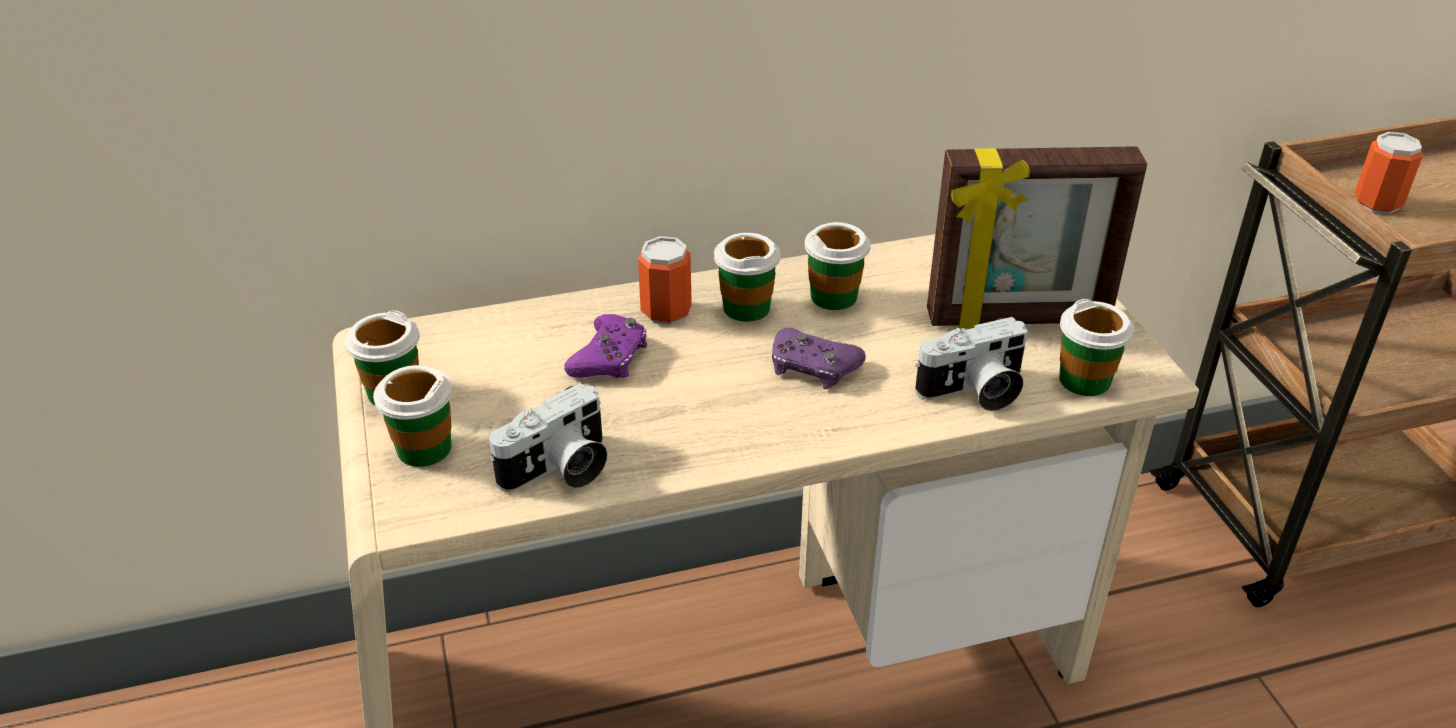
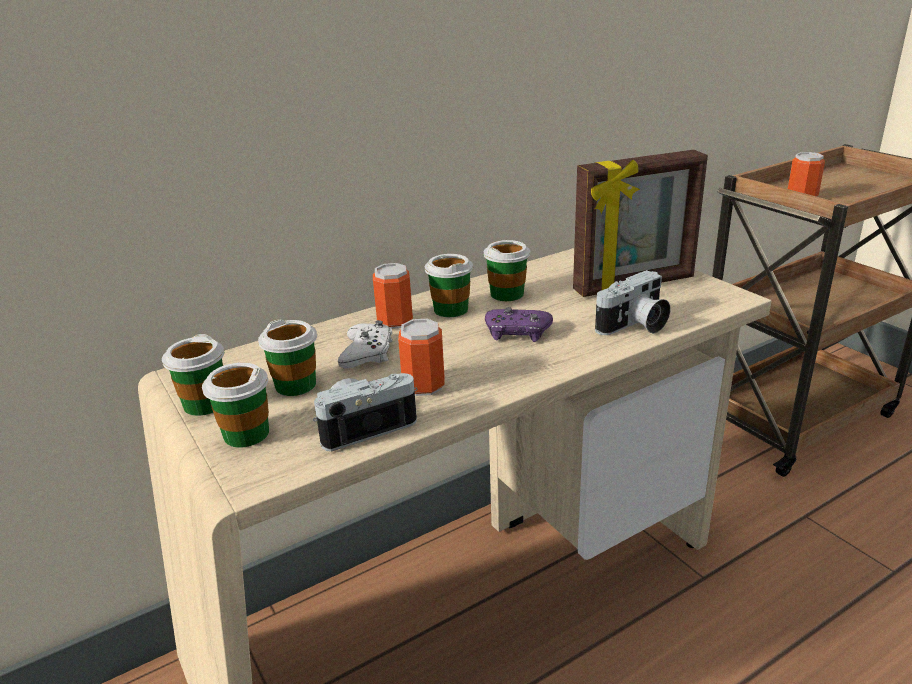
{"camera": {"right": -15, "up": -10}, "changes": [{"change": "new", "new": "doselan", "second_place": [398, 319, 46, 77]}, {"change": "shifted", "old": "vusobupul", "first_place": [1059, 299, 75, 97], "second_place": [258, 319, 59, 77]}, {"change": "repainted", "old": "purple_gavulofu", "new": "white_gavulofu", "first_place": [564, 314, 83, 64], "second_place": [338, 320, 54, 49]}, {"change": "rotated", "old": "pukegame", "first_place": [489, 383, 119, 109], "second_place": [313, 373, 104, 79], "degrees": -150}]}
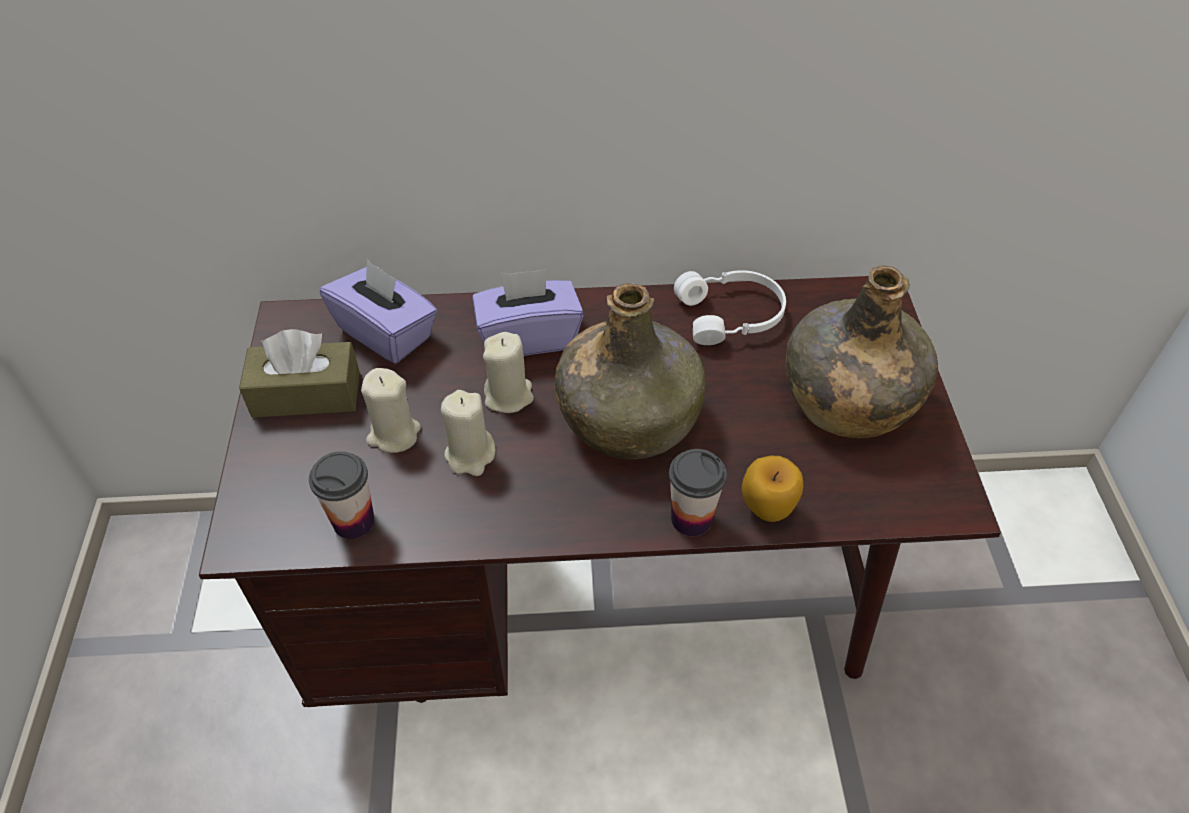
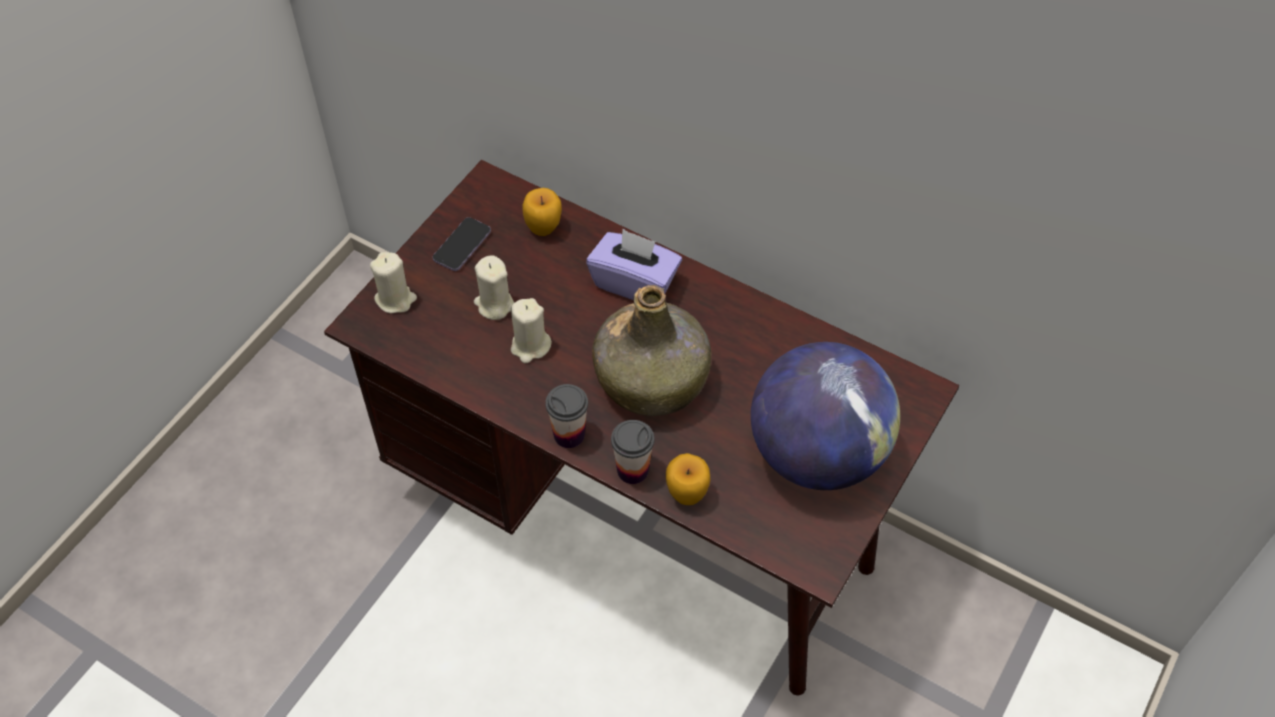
{"camera": {"right": 35, "up": 5}, "changes": [{"change": "gone", "old": "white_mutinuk", "first_place": [674, 270, 112, 75]}, {"change": "shifted", "old": "vusobupul", "first_place": [309, 451, 65, 88], "second_place": [546, 384, 42, 64]}, {"change": "shifted", "old": "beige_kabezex", "first_place": [483, 332, 51, 81], "second_place": [370, 252, 47, 61]}, {"change": "swapped", "old": "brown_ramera", "new": "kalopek", "first_place": [239, 329, 121, 89], "second_place": [433, 217, 58, 54]}, {"change": "swapped", "old": "purple_ramera", "new": "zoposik", "first_place": [320, 259, 117, 105], "second_place": [522, 188, 40, 48]}, {"change": "swapped", "old": "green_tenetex", "new": "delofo", "first_place": [786, 265, 152, 173], "second_place": [751, 342, 149, 148]}]}
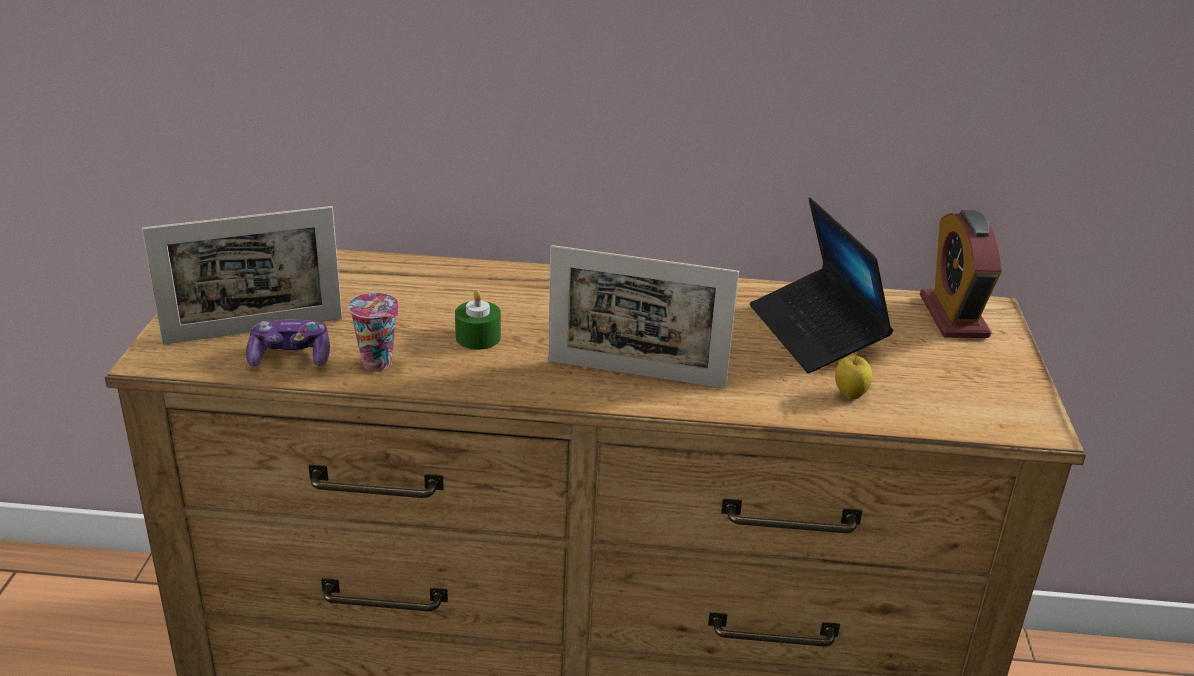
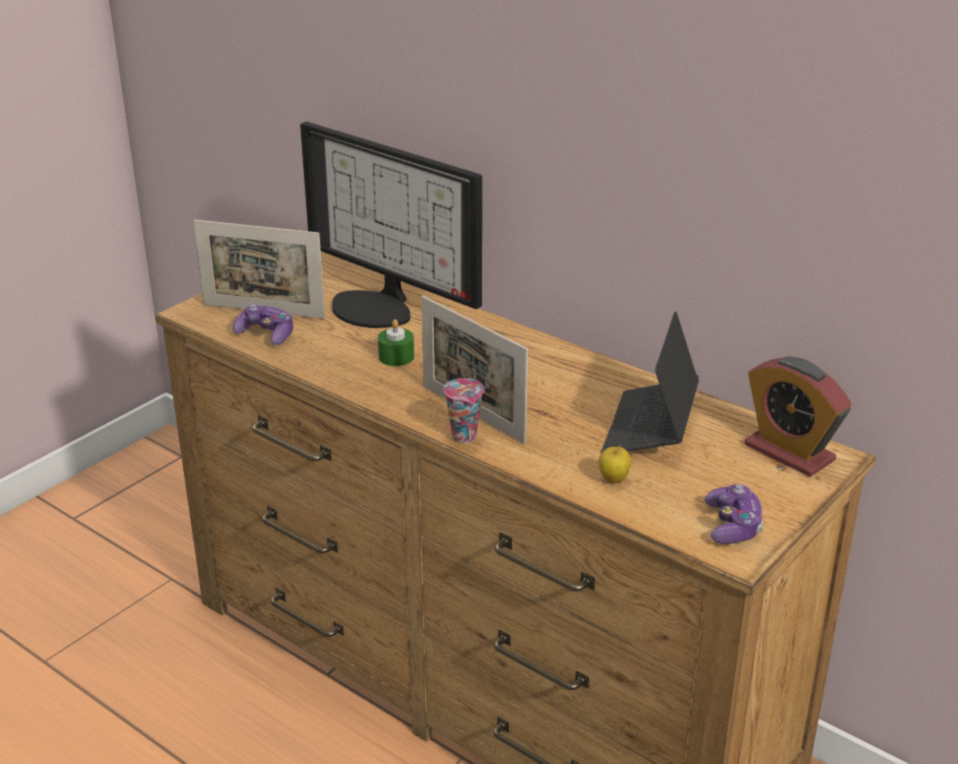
{"camera": {"right": 35, "up": 0}, "changes": [{"change": "new", "new": "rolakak", "second_place": [300, 121, 182, 207]}, {"change": "new", "new": "gavulofu", "second_place": [705, 484, 59, 60]}, {"change": "shifted", "old": "vusobupul", "first_place": [348, 293, 51, 78], "second_place": [444, 378, 40, 65]}, {"change": "rotated", "old": "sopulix", "first_place": [920, 210, 82, 128], "second_place": [744, 356, 108, 121], "degrees": -75}]}
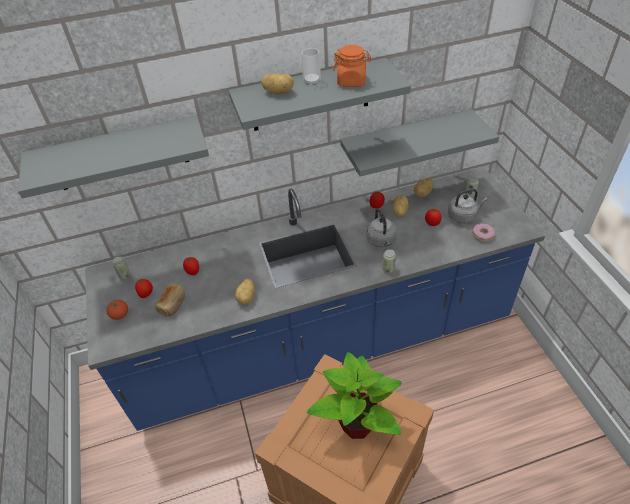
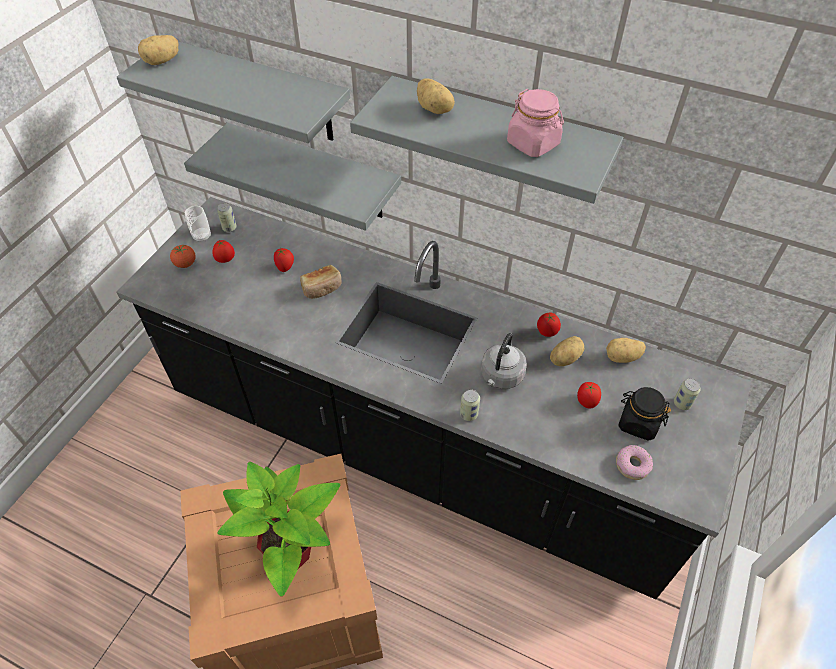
{"camera": {"right": 40, "up": 5}, "changes": [{"change": "shifted", "old": "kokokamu", "first_place": [155, 284, 30, 33], "second_place": [300, 265, 42, 34]}, {"change": "shifted", "old": "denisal", "first_place": [235, 278, 20, 27], "second_place": [138, 35, 41, 30]}, {"change": "shifted", "old": "vusobupul", "first_place": [301, 48, 20, 37], "second_place": [185, 206, 26, 36]}, {"change": "shifted", "old": "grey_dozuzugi", "first_place": [341, 109, 158, 67], "second_place": [184, 123, 217, 108]}, {"change": "swapped", "old": "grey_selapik", "new": "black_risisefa", "first_place": [448, 189, 39, 34], "second_place": [618, 387, 53, 54]}, {"change": "repainted", "old": "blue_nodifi", "new": "black_nodifi", "first_place": [85, 167, 460, 264], "second_place": [116, 197, 635, 402]}, {"change": "repainted", "old": "orange_risisefa", "new": "pink_risisefa", "first_place": [333, 45, 38, 42], "second_place": [507, 89, 57, 68]}]}
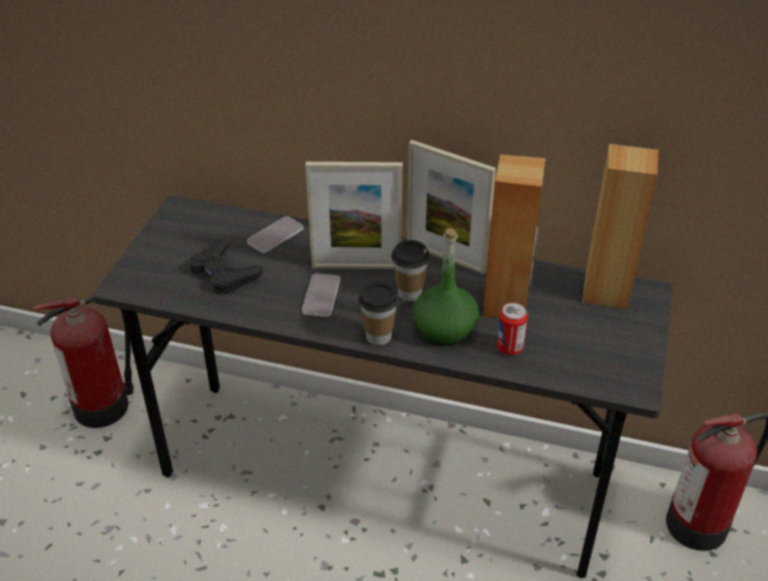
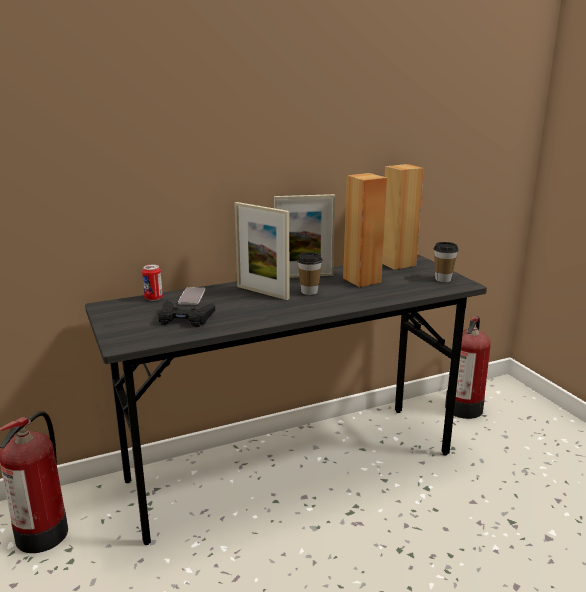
{"camera": {"right": -40, "up": -20}, "changes": [{"change": "gone", "old": "kalopek", "first_place": [302, 273, 38, 44]}, {"change": "gone", "old": "green_tenetex", "first_place": [413, 228, 66, 118]}, {"change": "shifted", "old": "vusobupul", "first_place": [358, 282, 41, 64], "second_place": [434, 242, 25, 40]}, {"change": "shifted", "old": "doselan", "first_place": [497, 303, 31, 52], "second_place": [142, 265, 21, 36]}, {"change": "rotated", "old": "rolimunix", "first_place": [305, 162, 98, 107], "second_place": [235, 202, 54, 98], "degrees": 75}]}
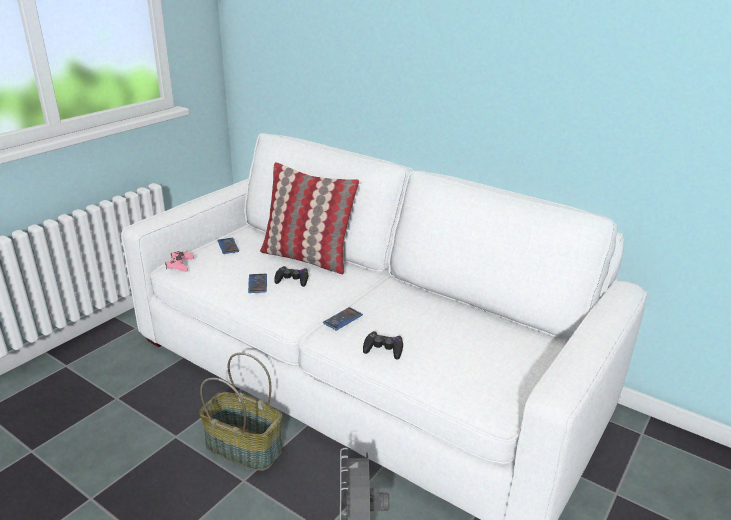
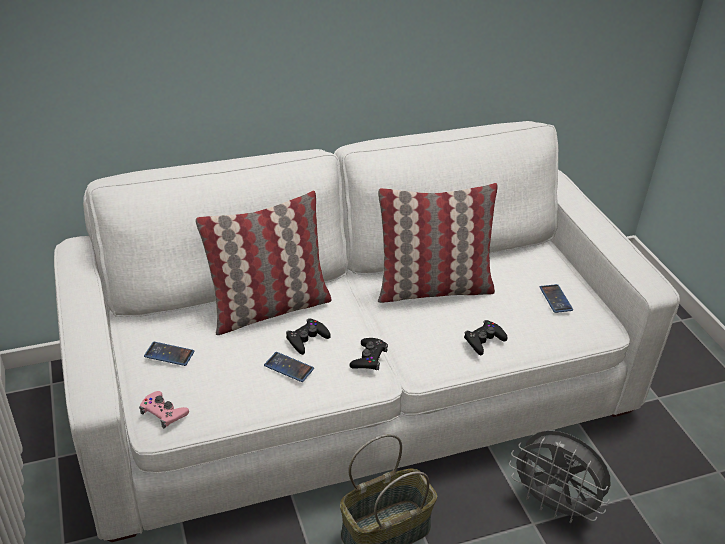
{"camera": {"right": -55, "up": 10}, "changes": [{"change": "new", "new": "black_gavulofu", "second_place": [350, 338, 38, 32]}, {"change": "new", "new": "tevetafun", "second_place": [378, 183, 120, 120]}, {"change": "shifted", "old": "kalopek", "first_place": [323, 307, 40, 23], "second_place": [540, 284, 33, 29]}]}
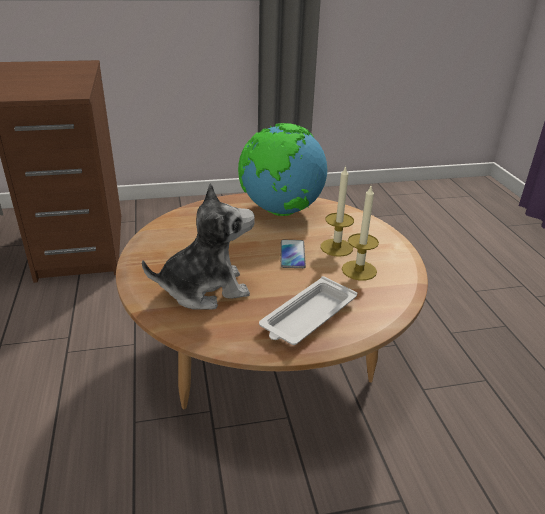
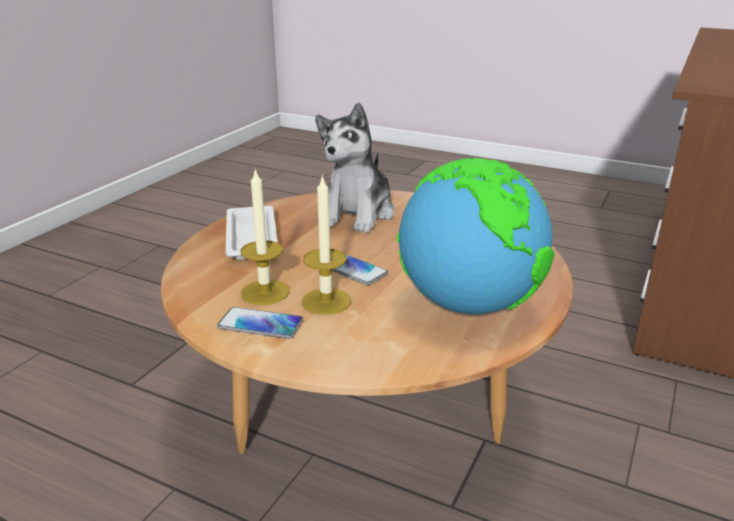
{"camera": {"right": 130, "up": -5}, "changes": [{"change": "new", "new": "kalopek", "second_place": [217, 307, 86, 32]}]}
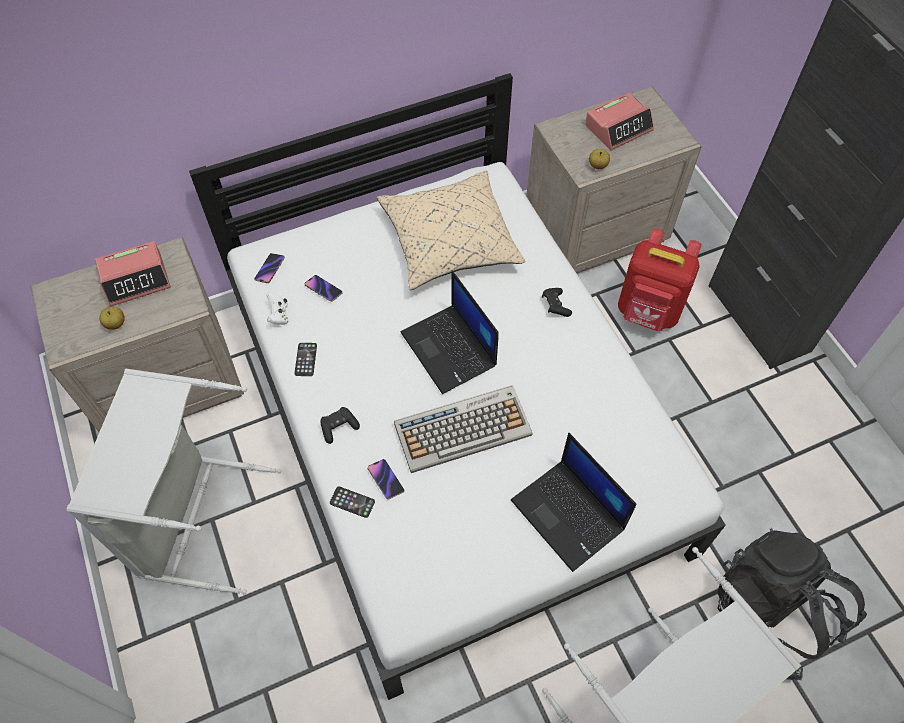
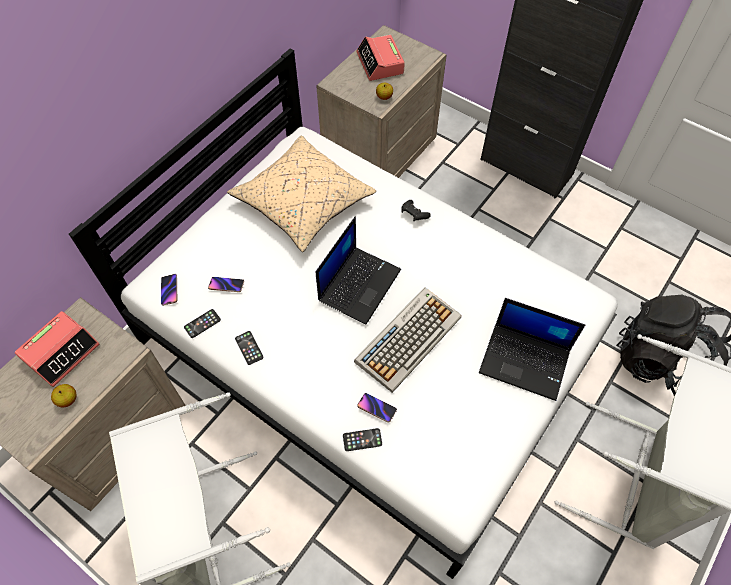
{"camera": {"right": -30, "up": 0}, "changes": [{"change": "gone", "old": "black_gavulofu", "first_place": [320, 407, 40, 37]}, {"change": "gone", "old": "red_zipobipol", "first_place": [618, 228, 84, 103]}, {"change": "swapped", "old": "white_gavulofu", "new": "kalopek", "first_place": [266, 292, 22, 33], "second_place": [184, 309, 37, 29]}, {"change": "rotated", "old": "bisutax", "first_place": [401, 271, 98, 123], "second_place": [316, 217, 85, 107], "degrees": -90}, {"change": "rotated", "old": "sopulix", "first_place": [585, 93, 69, 57], "second_place": [356, 35, 49, 46], "degrees": 135}]}
